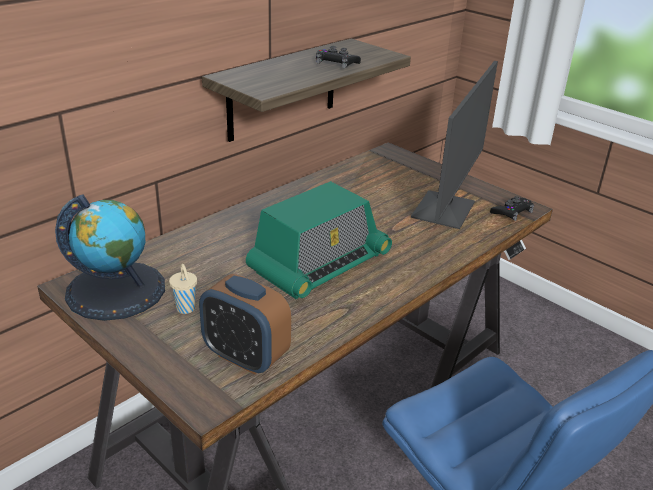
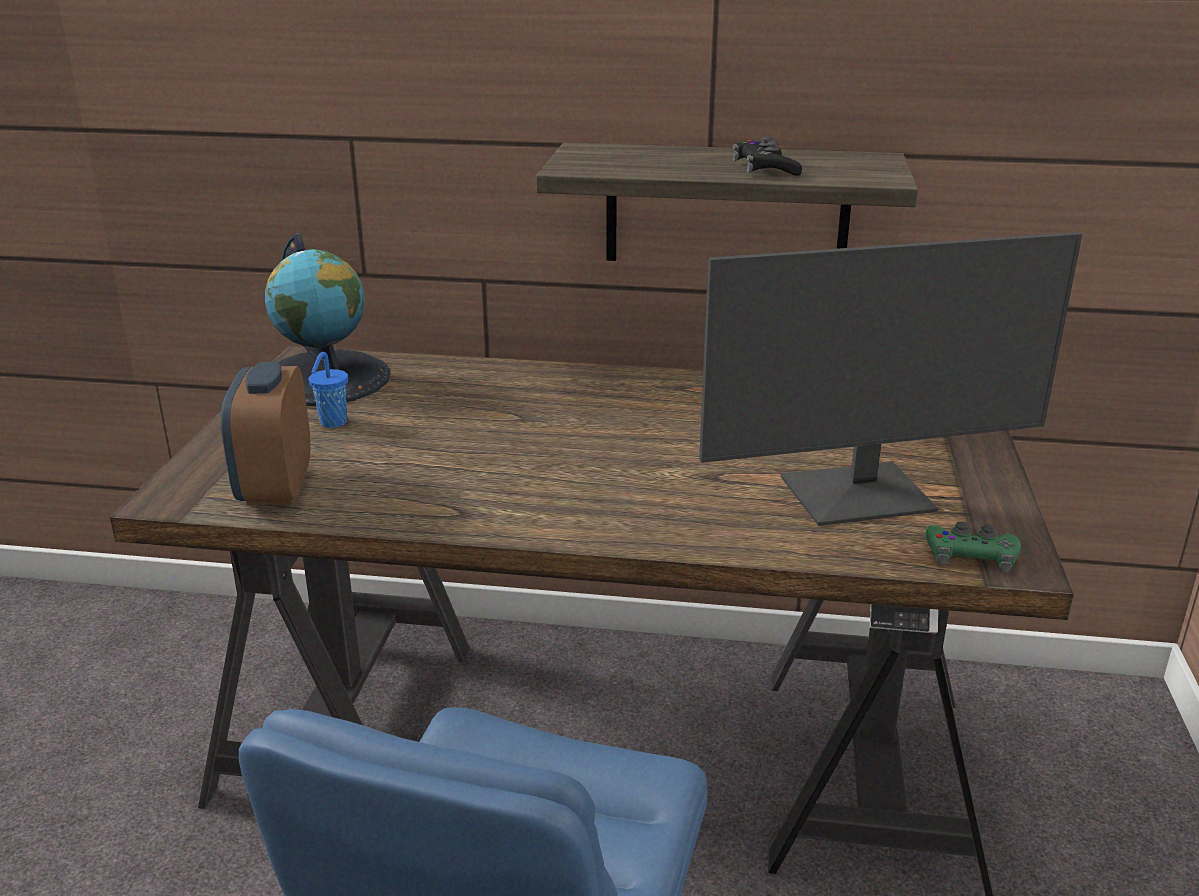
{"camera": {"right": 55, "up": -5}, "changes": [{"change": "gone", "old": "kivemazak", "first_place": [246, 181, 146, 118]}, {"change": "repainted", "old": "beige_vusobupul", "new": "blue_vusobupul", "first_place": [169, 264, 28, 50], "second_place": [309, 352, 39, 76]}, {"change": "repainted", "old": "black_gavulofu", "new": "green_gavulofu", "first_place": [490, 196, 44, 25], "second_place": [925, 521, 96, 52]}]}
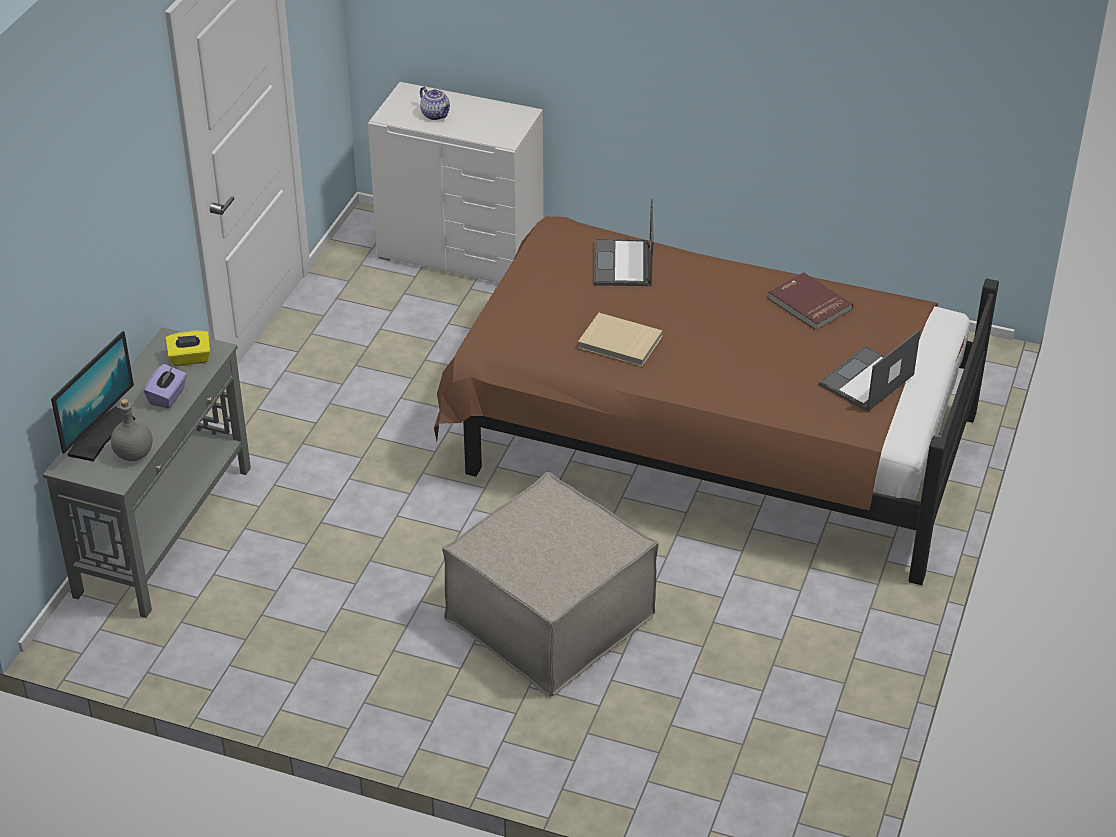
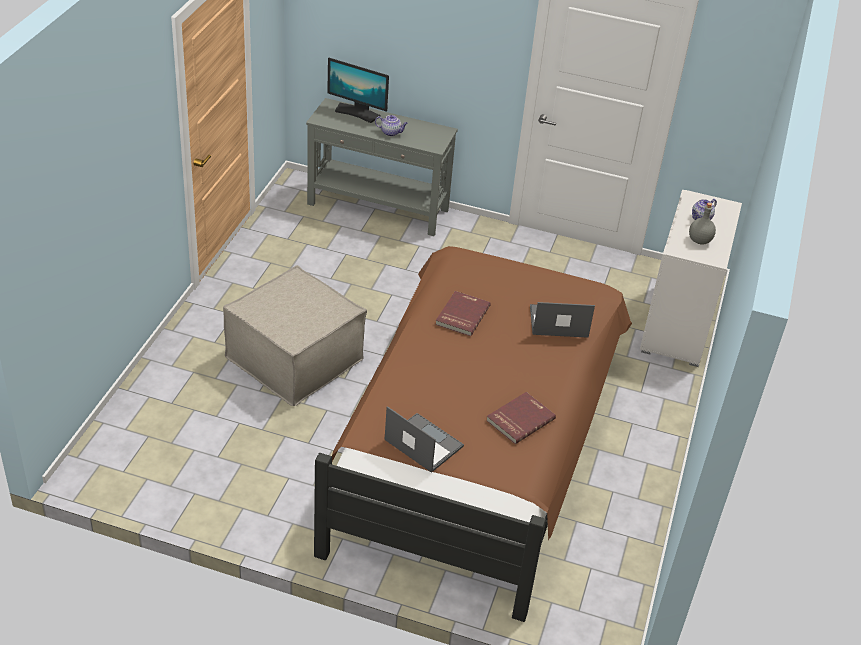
{"camera": {"right": 85, "up": 0}, "changes": [{"change": "gone", "old": "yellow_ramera", "first_place": [166, 331, 44, 35]}, {"change": "shifted", "old": "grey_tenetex", "first_place": [111, 399, 42, 62], "second_place": [689, 203, 27, 42]}, {"change": "swapped", "old": "purple_ramera", "new": "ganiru", "first_place": [144, 364, 43, 45], "second_place": [375, 115, 33, 21]}, {"change": "repainted", "old": "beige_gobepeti", "new": "red_gobepeti", "first_place": [578, 313, 85, 53], "second_place": [435, 291, 56, 45]}]}
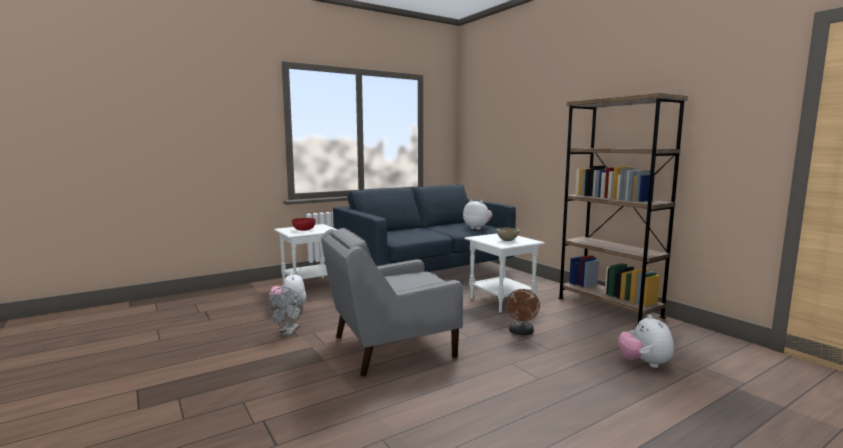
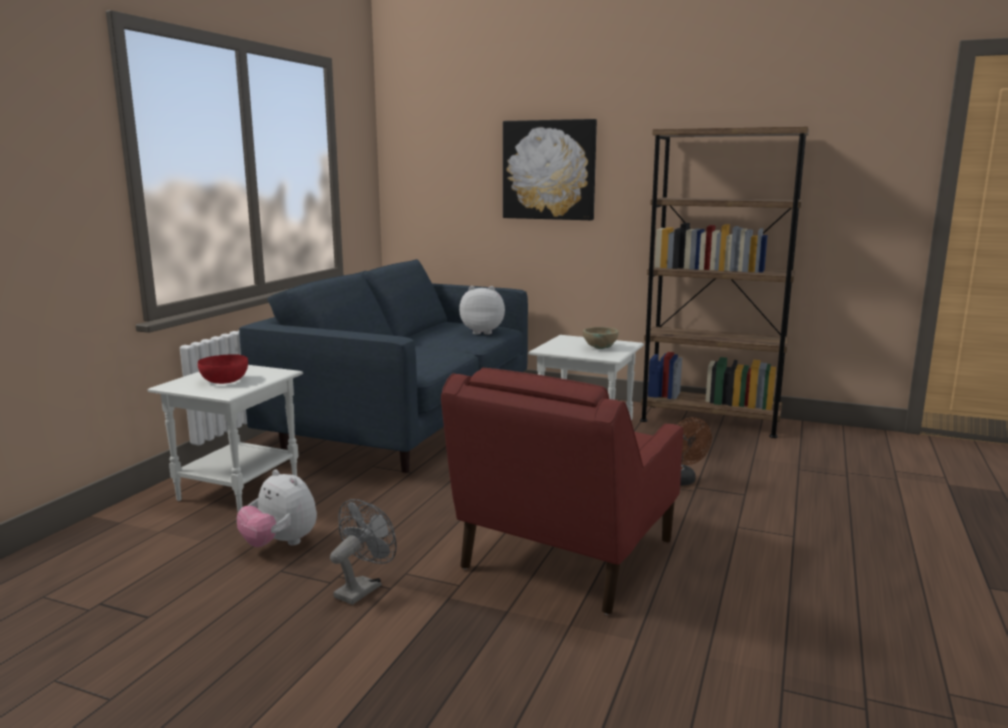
{"camera": {"right": -35, "up": 5}, "changes": [{"change": "gone", "old": "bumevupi", "first_place": [618, 314, 56, 54]}, {"change": "new", "new": "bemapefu", "second_place": [503, 119, 94, 101]}, {"change": "repainted", "old": "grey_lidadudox", "new": "red_lidadudox", "first_place": [321, 228, 142, 149], "second_place": [441, 368, 242, 247]}, {"change": "rotated", "old": "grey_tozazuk", "first_place": [266, 287, 37, 49], "second_place": [330, 499, 67, 106], "degrees": -120}]}
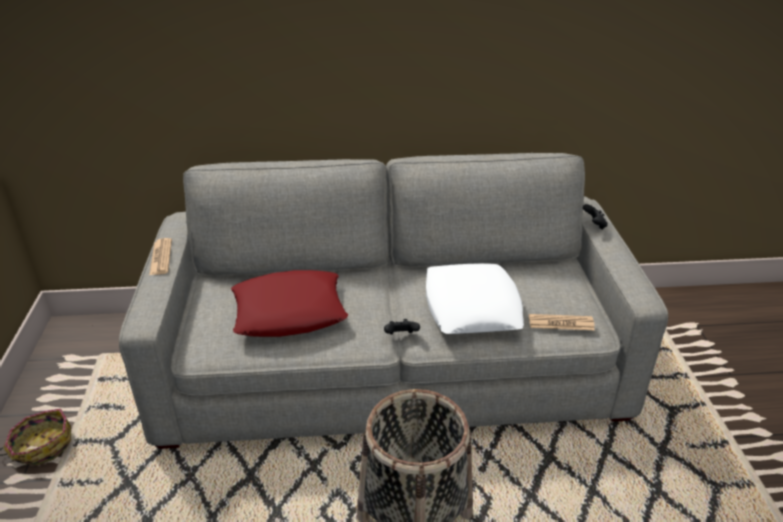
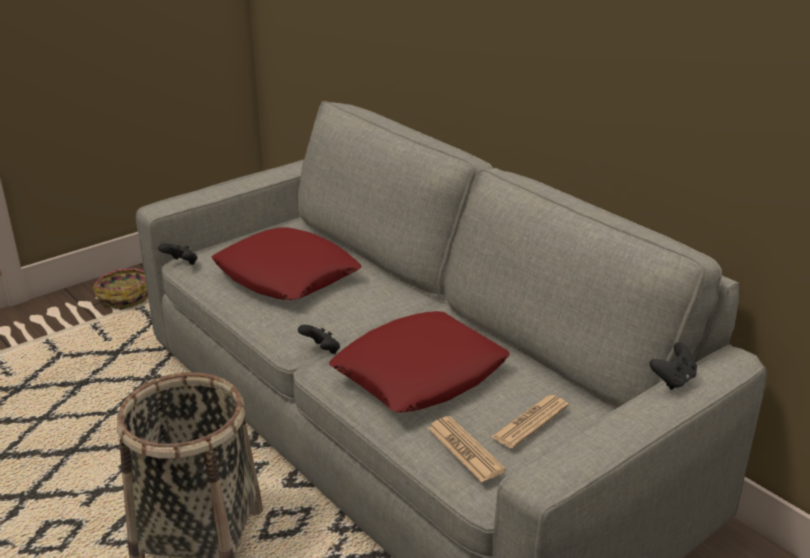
{"camera": {"right": 55, "up": -5}, "changes": [{"change": "new", "new": "black_gavulofu", "second_place": [158, 243, 39, 22]}, {"change": "shifted", "old": "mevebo", "first_place": [149, 238, 23, 37], "second_place": [491, 395, 78, 53]}, {"change": "repainted", "old": "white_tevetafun", "new": "red_tevetafun", "first_place": [426, 263, 98, 71], "second_place": [329, 311, 181, 101]}]}
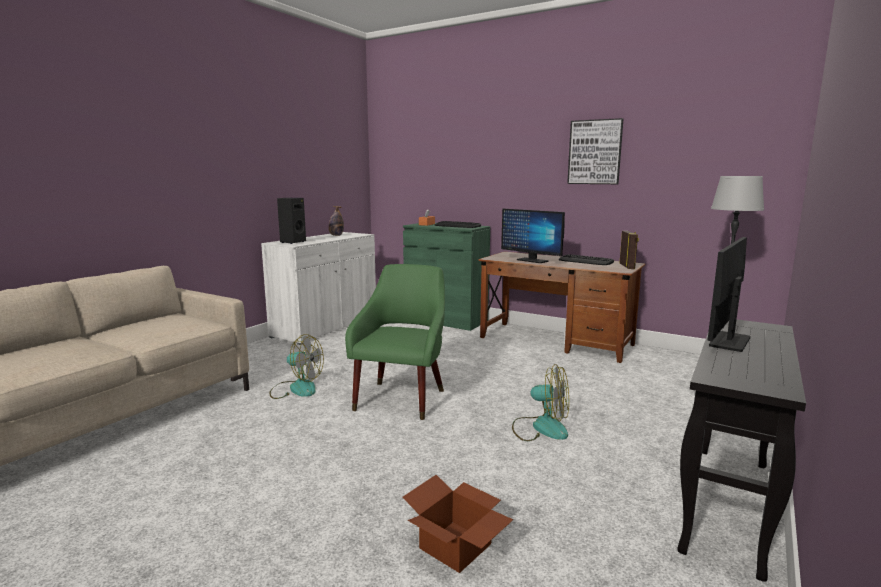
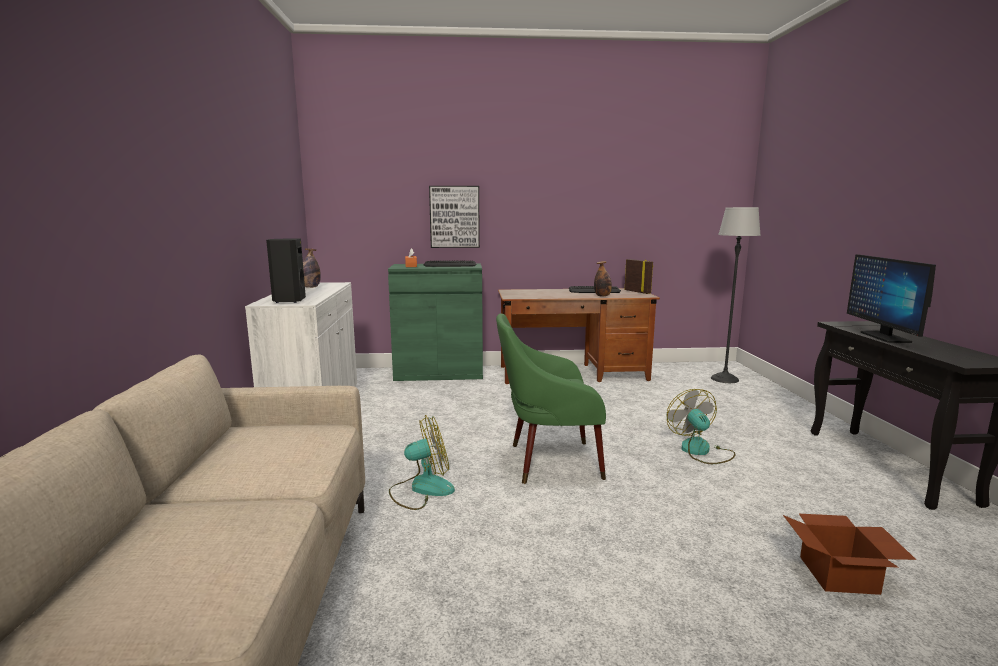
{"camera": {"right": -35, "up": 0}, "changes": [{"change": "gone", "old": "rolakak", "first_place": [501, 209, 64, 54]}, {"change": "new", "new": "tenetex", "second_place": [594, 261, 18, 36]}, {"change": "shifted", "old": "bemapefu", "first_place": [567, 118, 56, 66], "second_place": [429, 186, 51, 62]}, {"change": "rotated", "old": "green_lidadudox", "first_place": [345, 264, 100, 156], "second_place": [496, 314, 110, 170], "degrees": -75}, {"change": "rotated", "old": "tozazuk", "first_place": [512, 364, 57, 77], "second_place": [667, 389, 69, 75], "degrees": -90}]}
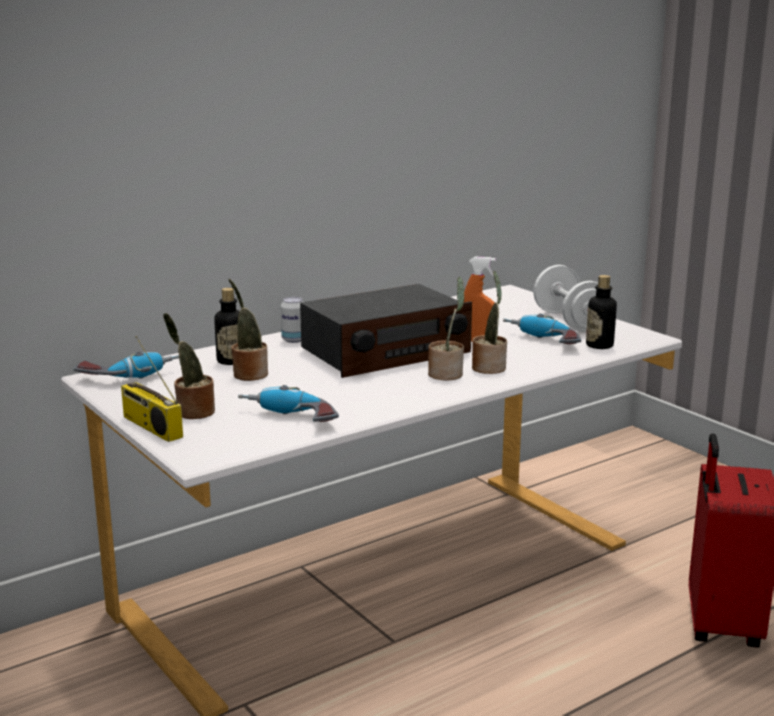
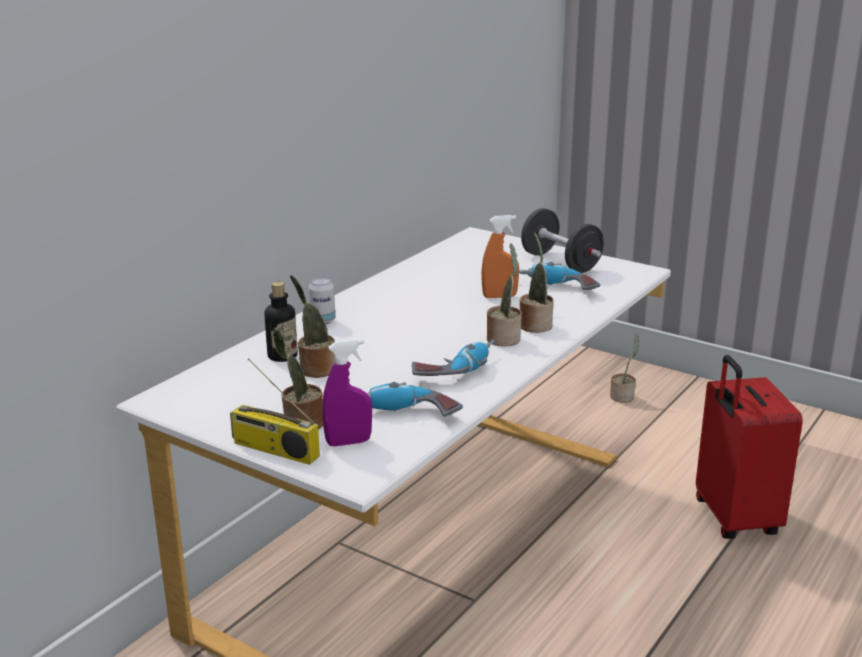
{"camera": {"right": -20, "up": 5}, "changes": [{"change": "gone", "old": "kivemazak", "first_place": [300, 284, 172, 94]}, {"change": "gone", "old": "tenetex", "first_place": [586, 275, 31, 74]}, {"change": "new", "new": "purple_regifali", "second_place": [322, 339, 50, 107]}, {"change": "new", "new": "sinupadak", "second_place": [610, 333, 30, 70]}, {"change": "shifted", "old": "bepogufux", "first_place": [74, 352, 105, 27], "second_place": [412, 340, 83, 36]}, {"change": "repainted", "old": "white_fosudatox", "new": "black_fosudatox", "first_place": [533, 265, 78, 67], "second_place": [521, 208, 83, 65]}]}
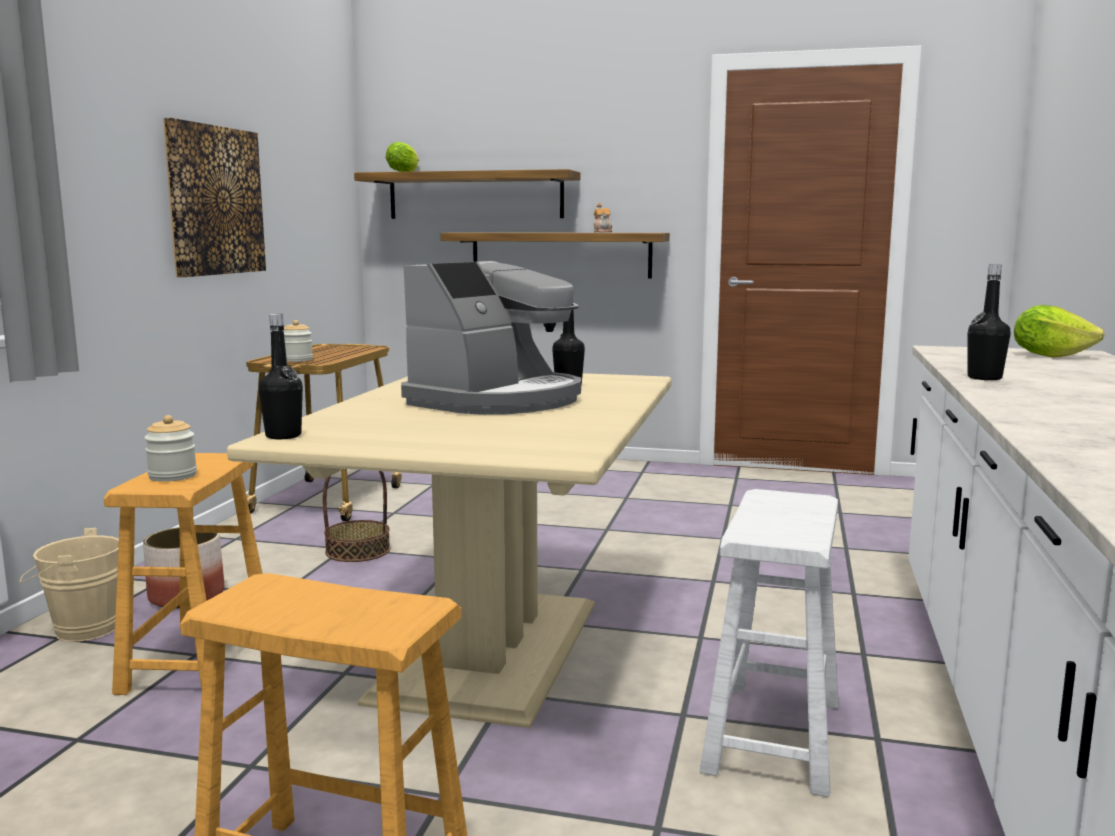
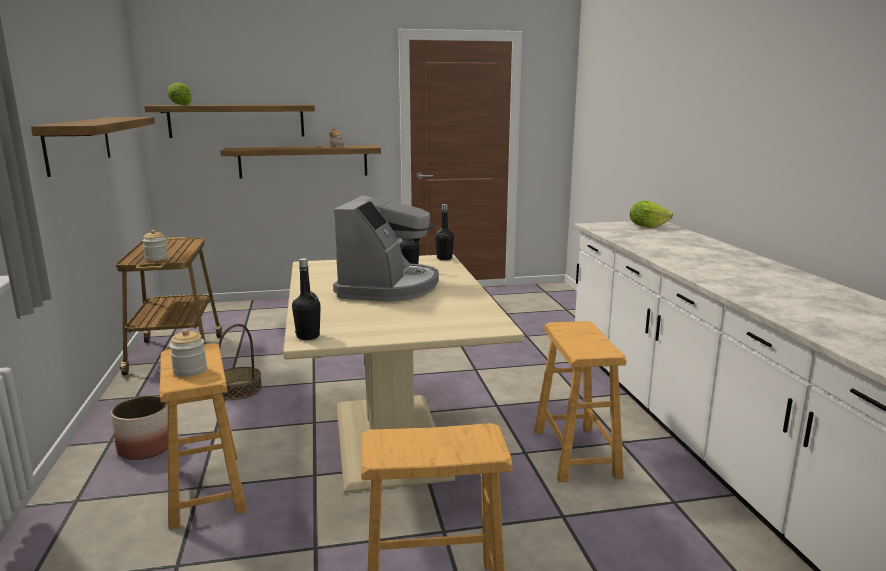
{"camera": {"right": -25, "up": 5}, "changes": [{"change": "gone", "old": "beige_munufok", "first_place": [20, 528, 99, 114]}, {"change": "shifted", "old": "black_tenetex", "first_place": [968, 264, 43, 116], "second_place": [435, 204, 19, 56]}, {"change": "swapped", "old": "bemapefu", "new": "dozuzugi", "first_place": [163, 118, 103, 159], "second_place": [31, 117, 124, 60]}, {"change": "repainted", "old": "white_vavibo", "new": "brown_vavibo", "first_place": [699, 489, 140, 308], "second_place": [534, 321, 93, 161]}]}
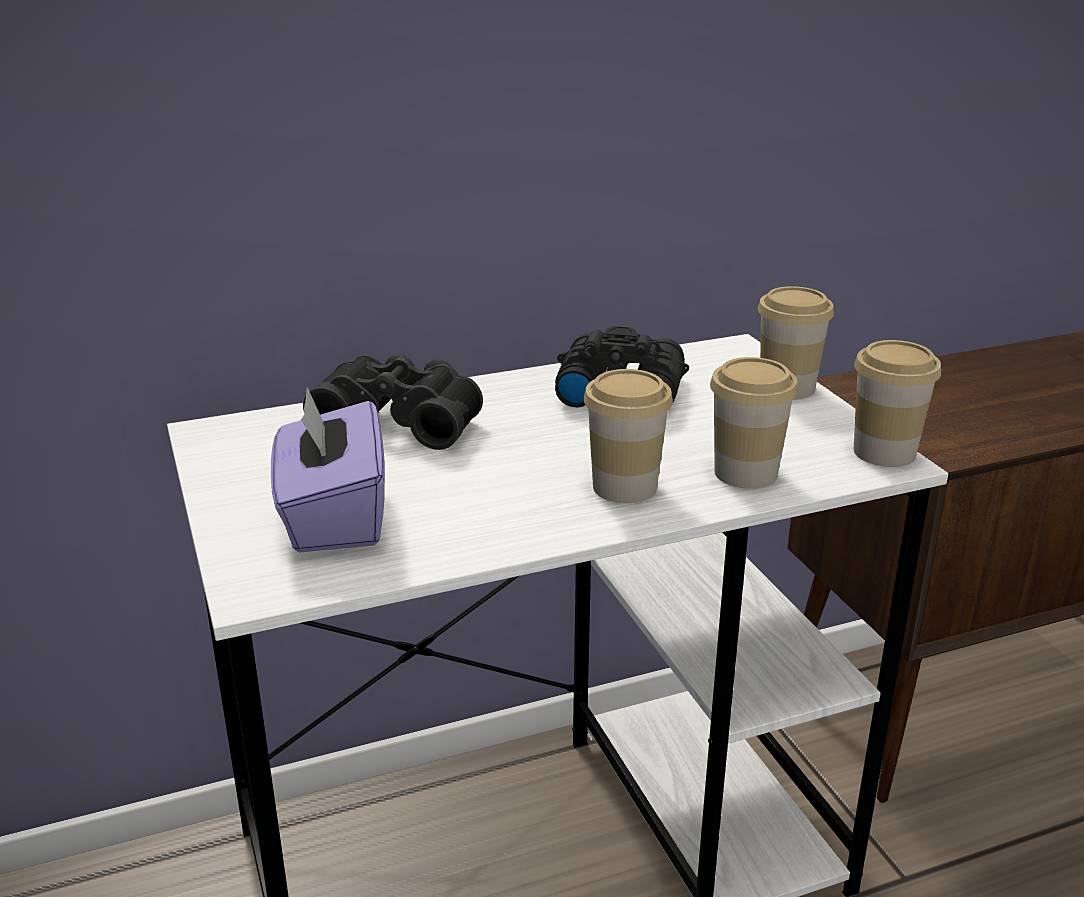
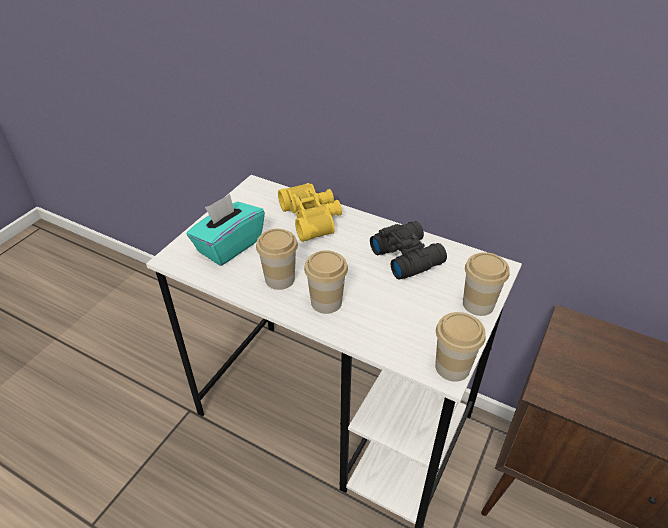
{"camera": {"right": 50, "up": 15}, "changes": [{"change": "shifted", "old": "vusobupul", "first_place": [710, 357, 88, 132], "second_place": [256, 229, 42, 61]}, {"change": "repainted", "old": "purple_ramera", "new": "turquoise_ramera", "first_place": [271, 387, 114, 165], "second_place": [187, 194, 78, 72]}, {"change": "repainted", "old": "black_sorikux", "new": "yellow_sorikux", "first_place": [303, 354, 180, 96], "second_place": [278, 183, 64, 59]}]}
